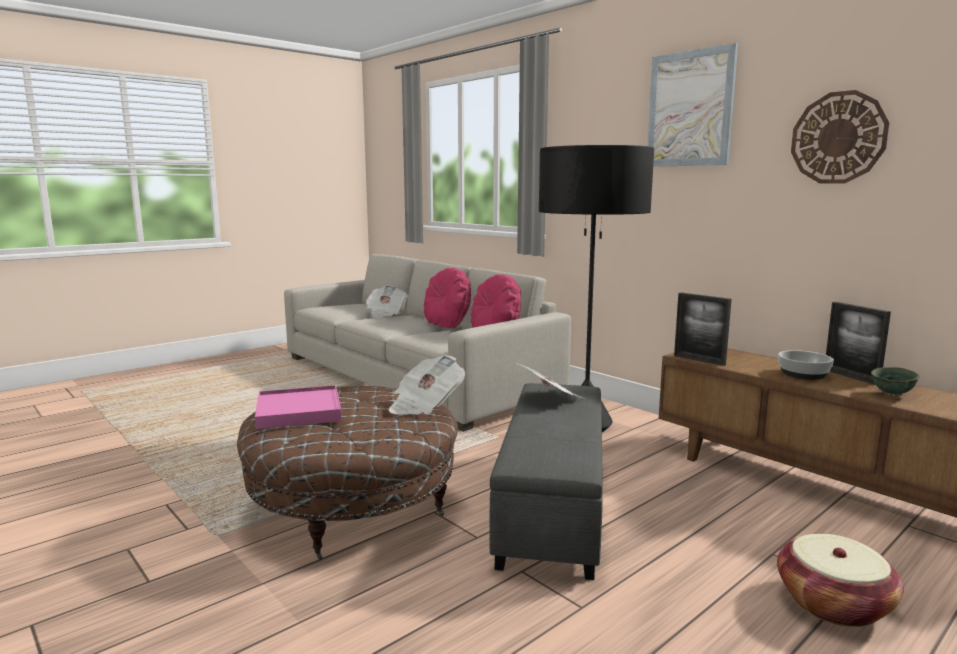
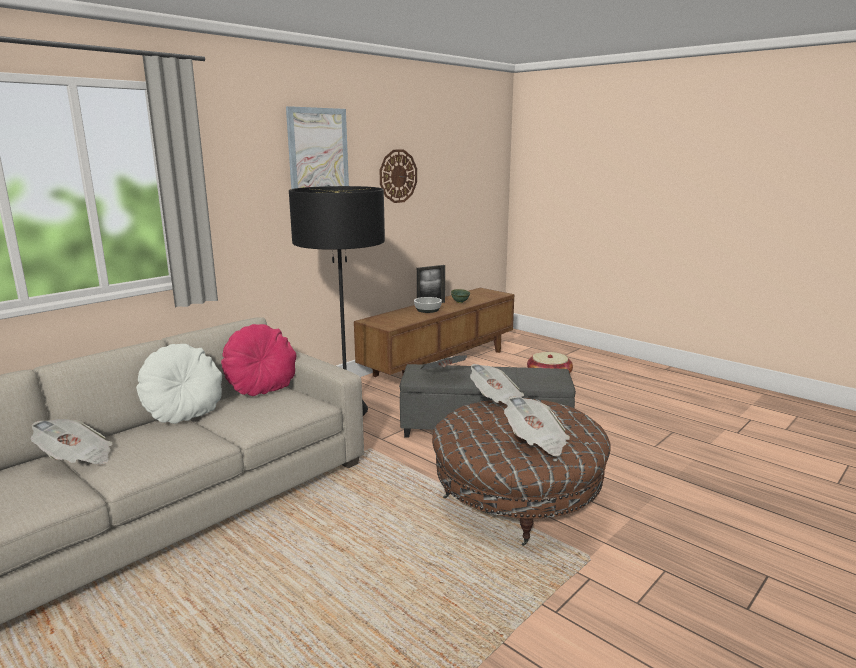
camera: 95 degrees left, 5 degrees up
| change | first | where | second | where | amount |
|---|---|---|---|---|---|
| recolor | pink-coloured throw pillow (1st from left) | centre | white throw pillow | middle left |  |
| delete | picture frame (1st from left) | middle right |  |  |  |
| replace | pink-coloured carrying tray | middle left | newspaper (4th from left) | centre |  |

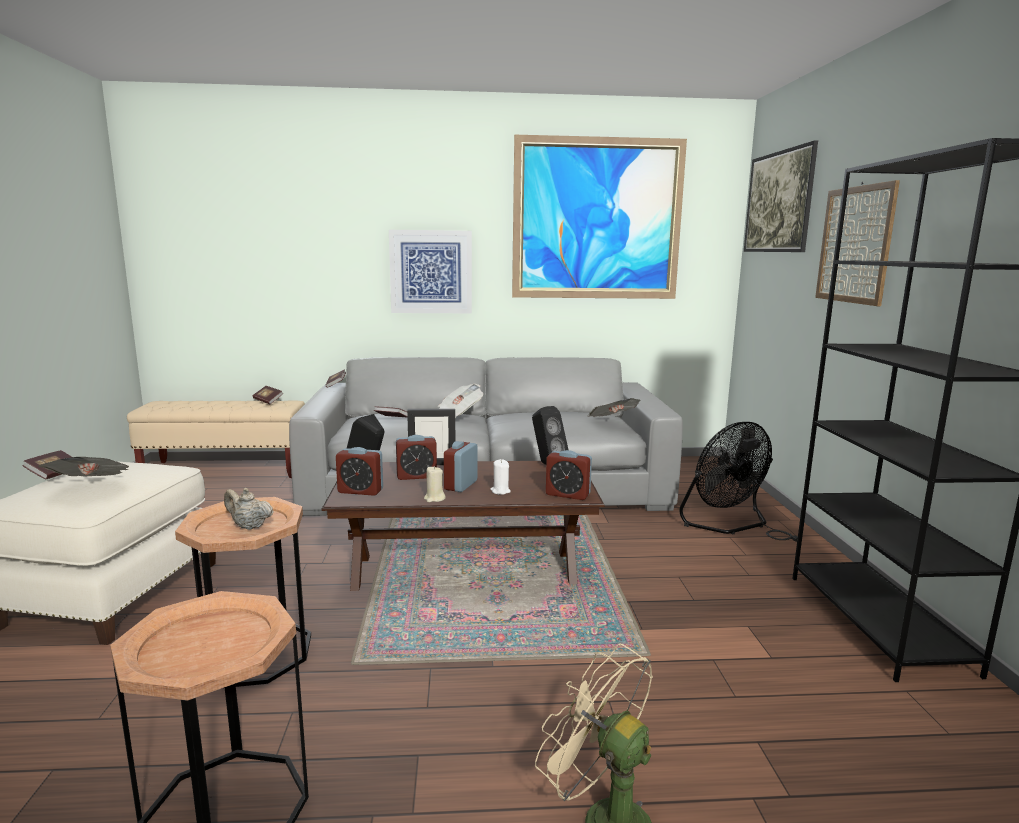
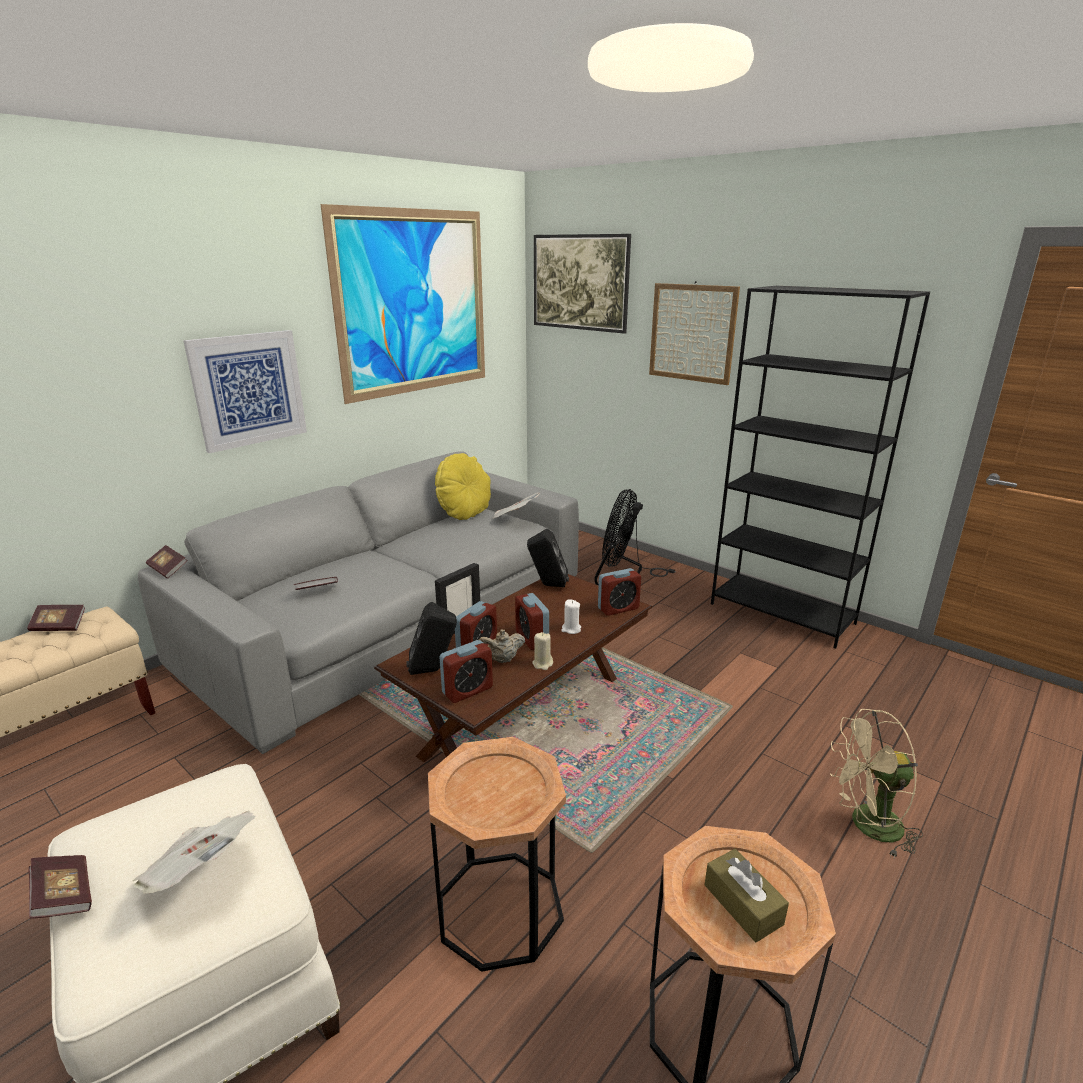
camera: 45 degrees left, 10 degrees up
| change | first | where | second | where | amount |
|---|---|---|---|---|---|
| delete | newspaper (2nd from left) | centre |  |  |  |
| move | beige-coloured teapot | middle left |  | centre |  |
| insert |  |  | yellow-coloured throw pillow | centre |  |
| insert |  |  | brown-coloured box of tissues | bottom right |  |

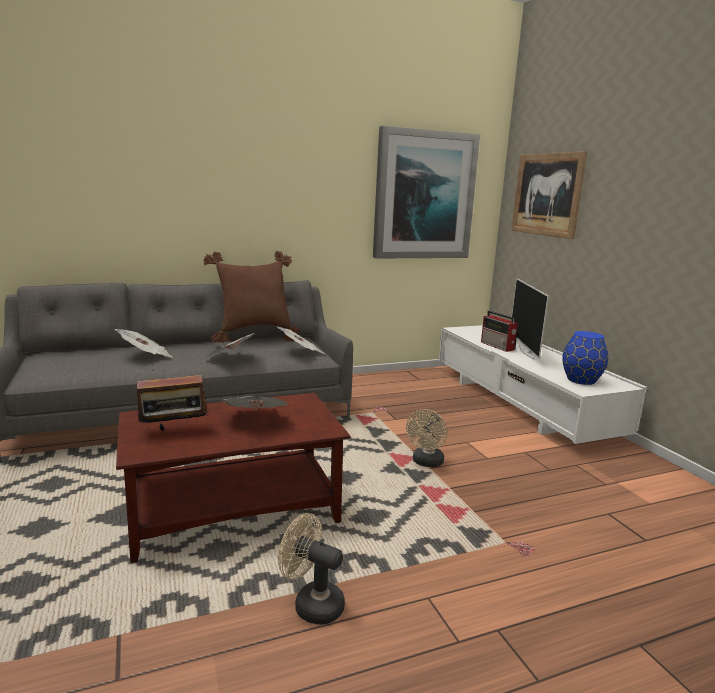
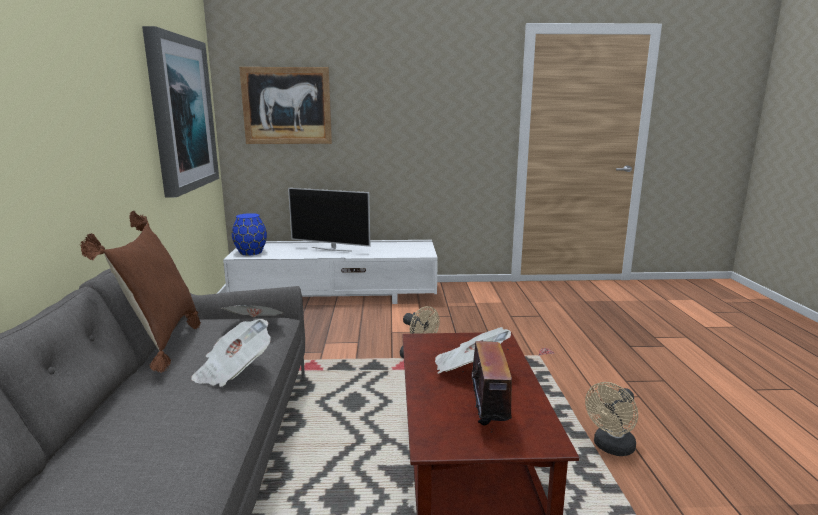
camera: 70 degrees left, 0 degrees up
| change | first | where | second | where | amount |
|---|---|---|---|---|---|
| delete | radio receiver (2nd from left) | middle right |  |  |  |
| delete | newspaper (1st from left) | middle left |  |  |  |
| move | bluish flower vase | middle right |  | middle left |  |

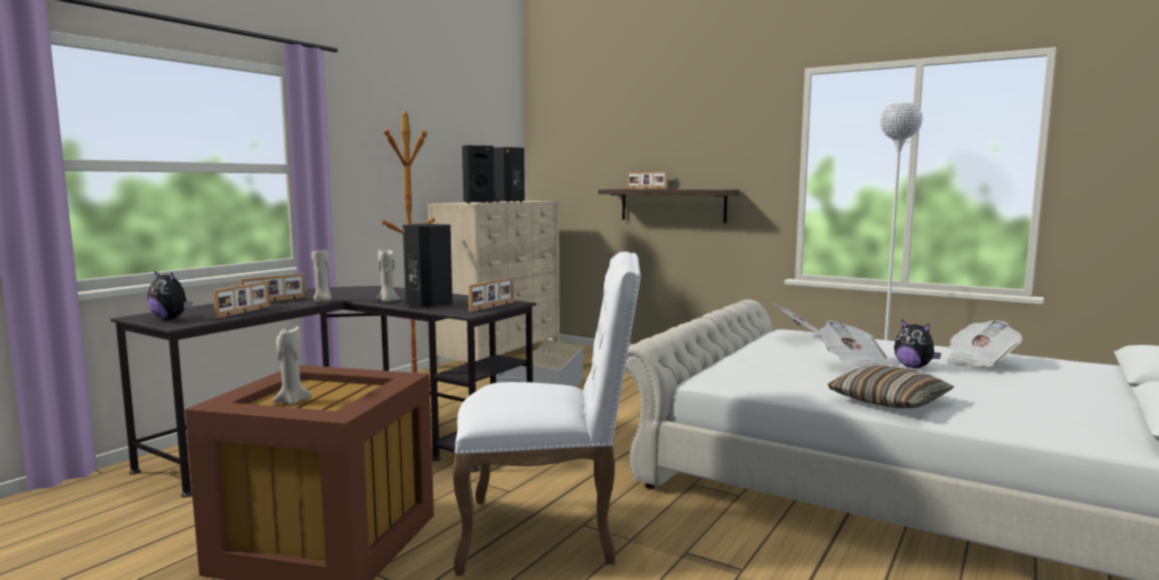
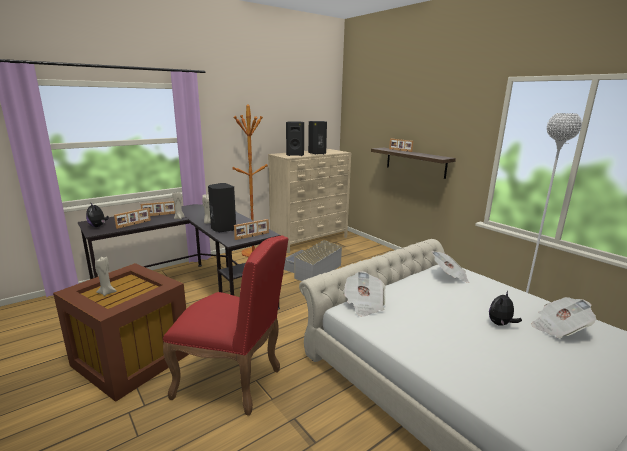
camera: 20 degrees right, 10 degrees up
| change | first | where | second | where | amount |
|---|---|---|---|---|---|
| recolor | white upright chair | bottom centre | red upright chair | bottom centre |  |
| rotate | plush toy (2nd from left) | middle right |  | bottom right | 60 degrees clockwise |
| move | newspaper (2nd from left in the first image) | middle right | newspaper (1st from left) | centre |  |
| delete | throw pillow | middle right |  |  |  |

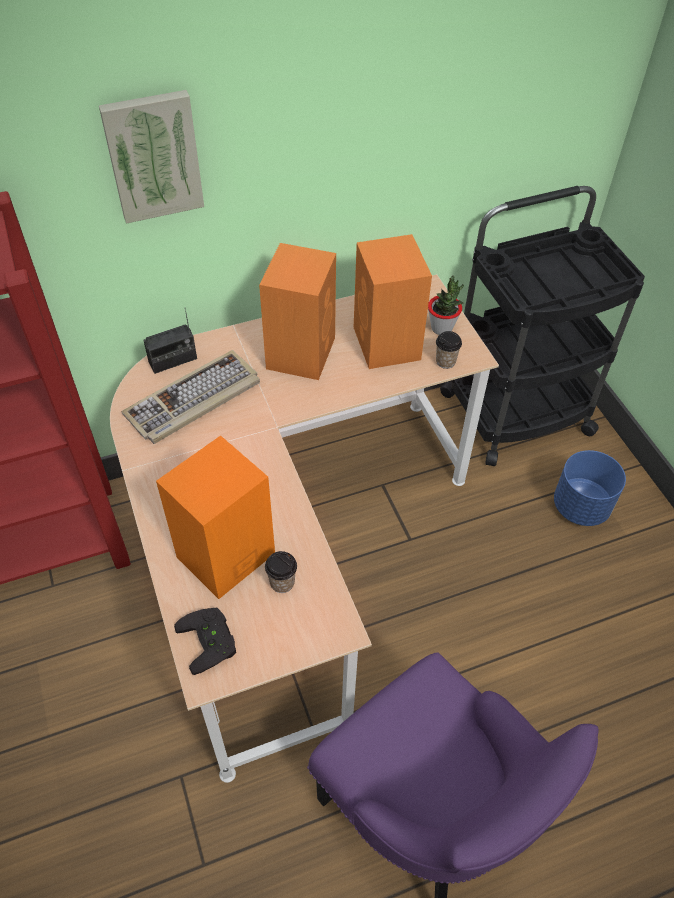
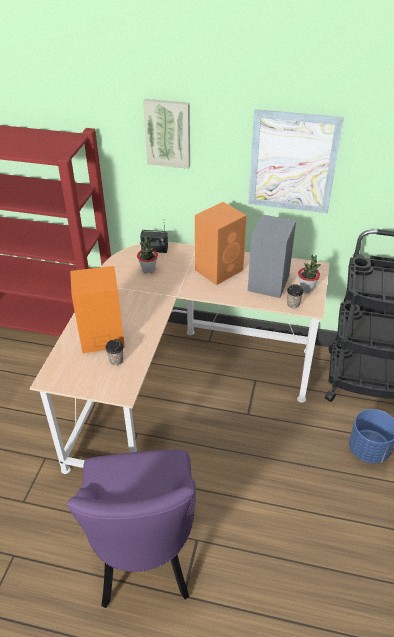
camera: 35 degrees right, 10 degrees down
| change | first | where | second | where | amount |
|---|---|---|---|---|---|
| recolor | orange-coloured audio speaker (3rd from left) | centre | greyish audio speaker | middle right |  |
| replace | computer keyboard | middle left | houseplant (1st from left) | centre |  |
| delete | black-coloured joypad | bottom left |  |  |  |
| insert |  |  | wall art (2nd from left) | top right |  |

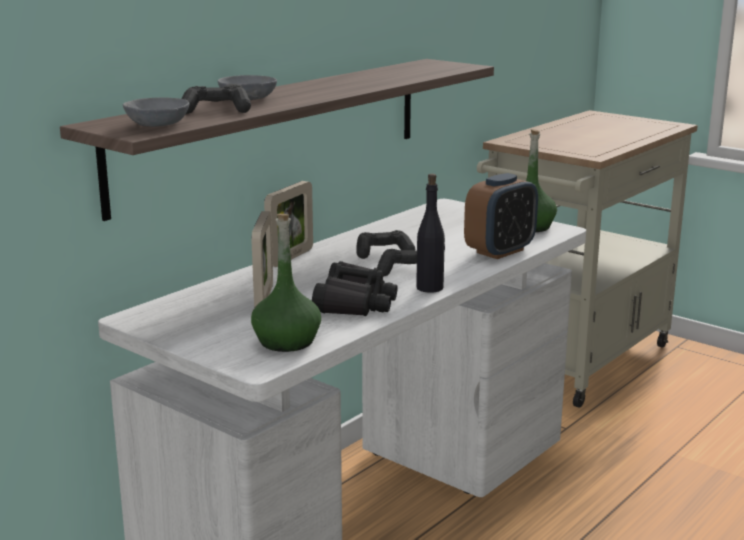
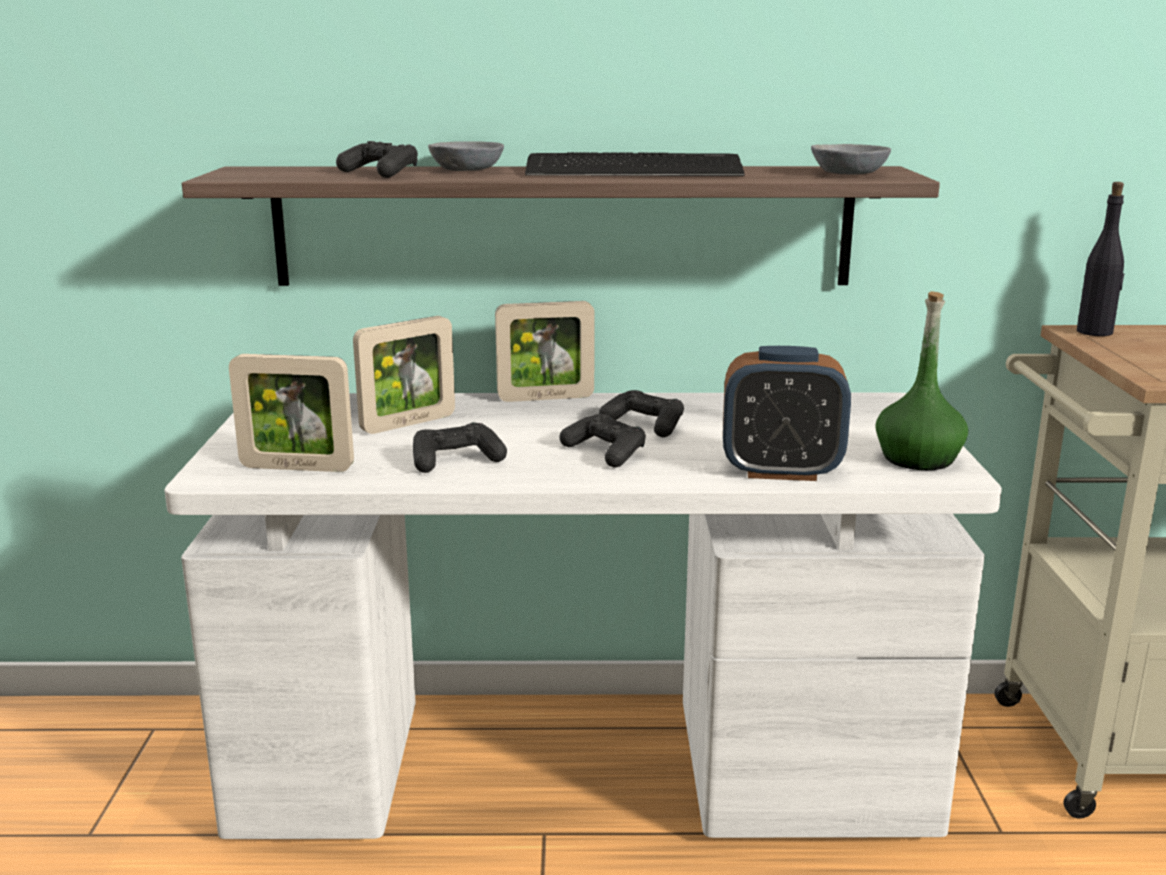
camera: 50 degrees right, 0 degrees up
| change | first | where | second | where | amount |
|---|---|---|---|---|---|
| move | greyish deep dish (1st from left in the first image) | top left | greyish deep dish (2nd from left) | top right |  |
| move | black-coloured beverage bottle | centre |  | top right |  |
| replace | greenish beverage bottle (1st from left) | centre | picture frame (1st from left) | middle left |  |
| replace | black-coloured pair of binoculars | centre | black-coloured joypad (2nd from left) | centre |  |
| insert |  |  | computer keyboard | top centre |  |

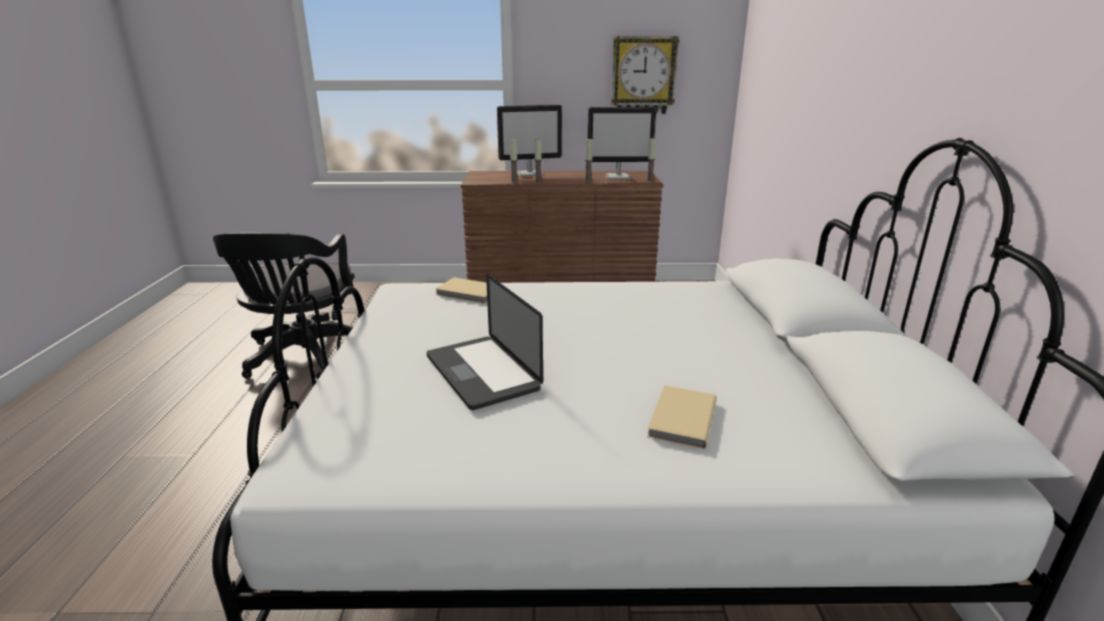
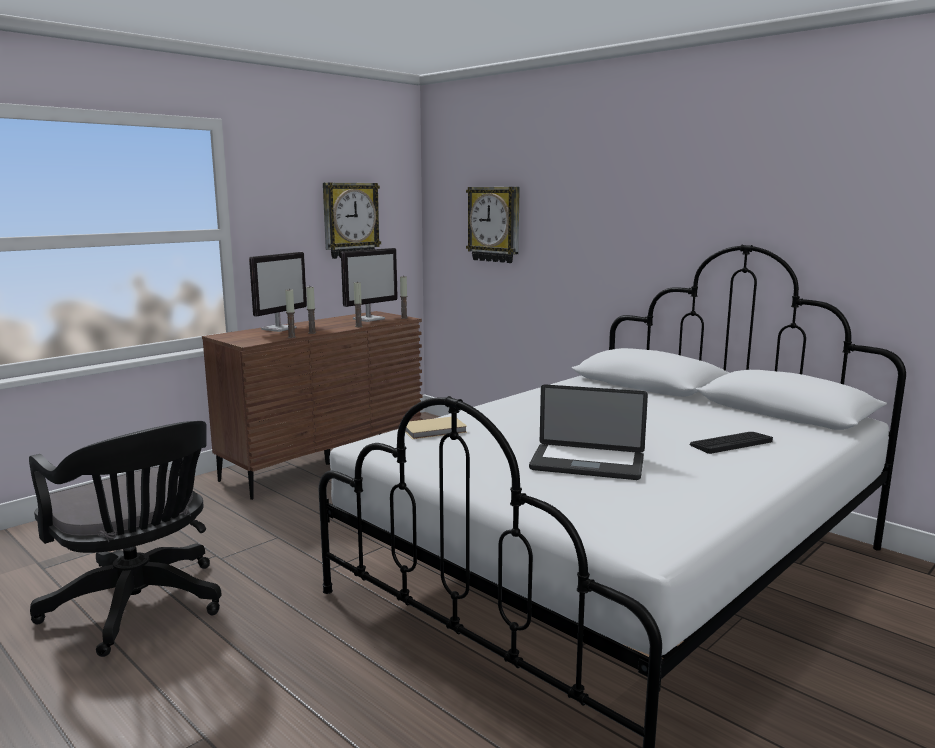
camera: 45 degrees left, 10 degrees down
| change | first | where | second | where | amount |
|---|---|---|---|---|---|
| replace | beige-coloured book (2nd from left) | bottom centre | computer keyboard | middle right |  |
| insert |  |  | wall clock (2nd from left) | top centre |  |

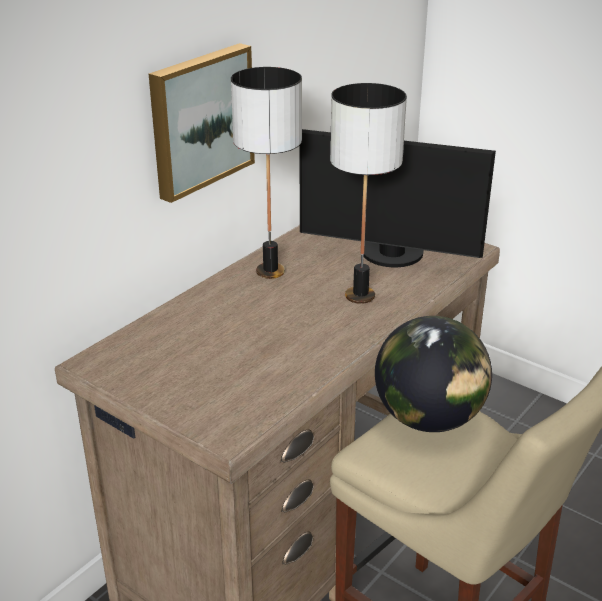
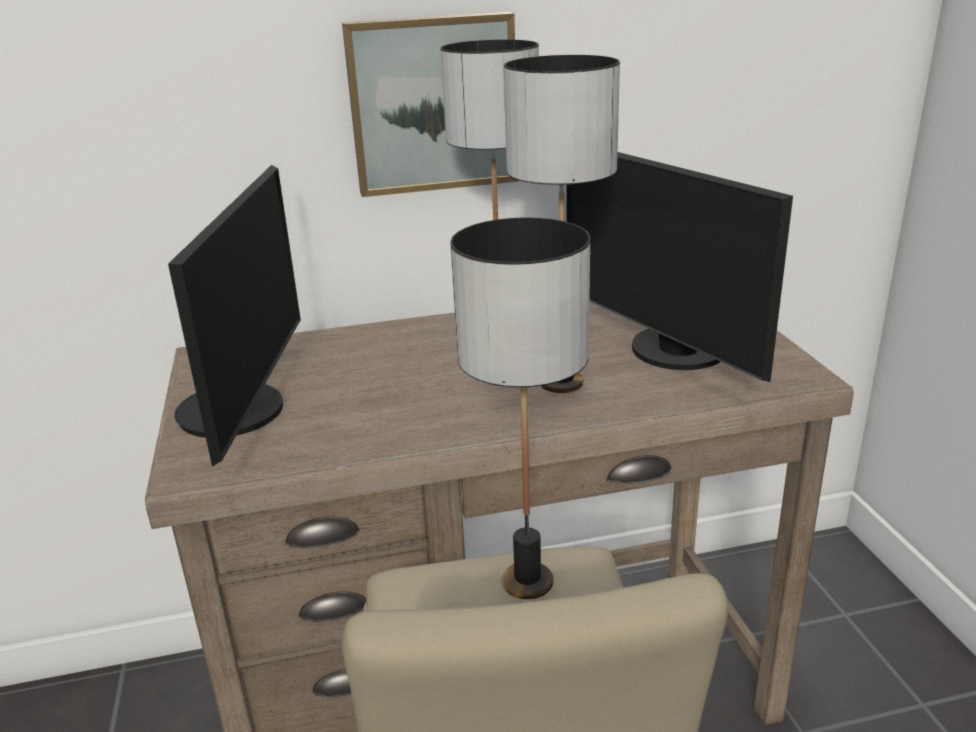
camera: 40 degrees right, 5 degrees down
| change | first | where | second | where | amount |
|---|---|---|---|---|---|
| replace | world globe | middle right | tabletop lamp (2nd from left) | centre |  |
| insert |  |  | computer screen (1st from left) | middle left |  |

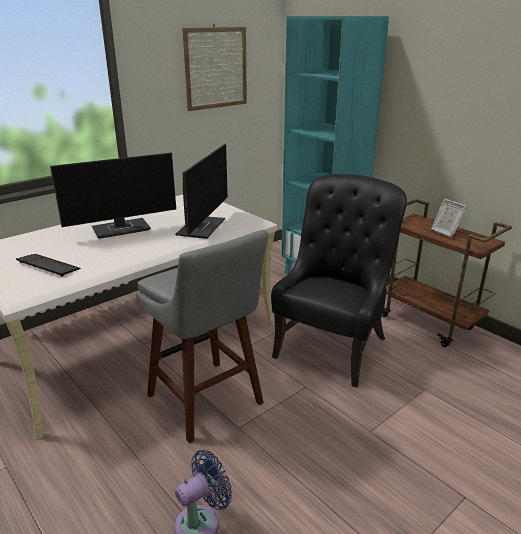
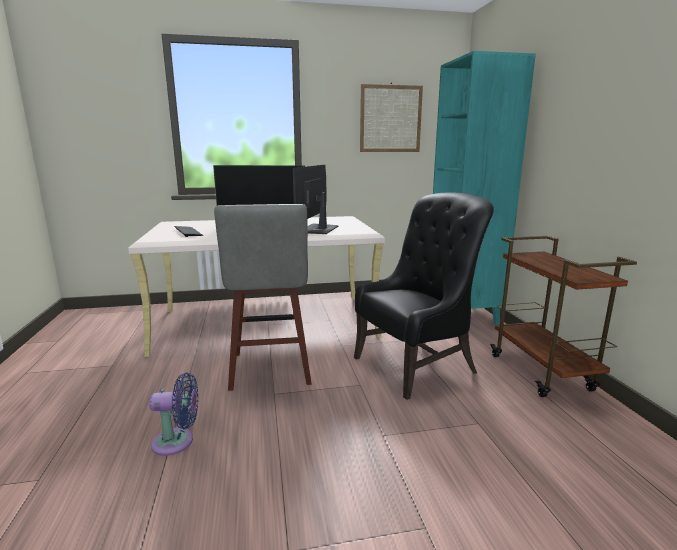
camera: 30 degrees right, 10 degrees down
| change | first | where | second | where | amount |
|---|---|---|---|---|---|
| rotate | computer screen (2nd from left) | centre |  | centre | 150 degrees clockwise |
| delete | picture frame | middle right |  |  |  |

